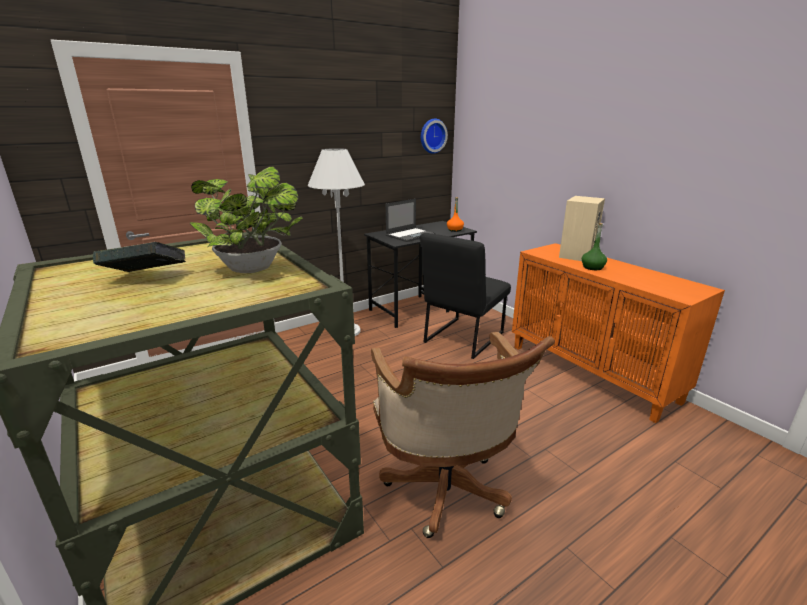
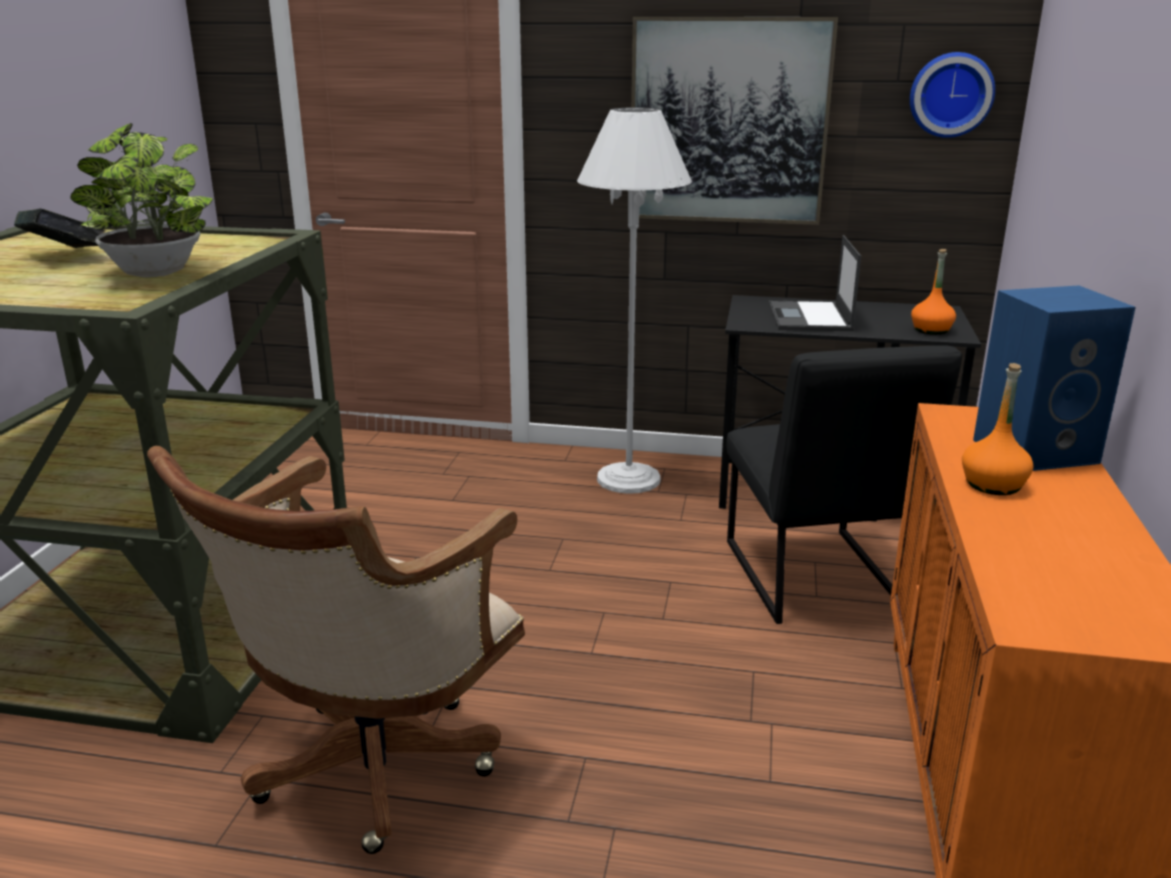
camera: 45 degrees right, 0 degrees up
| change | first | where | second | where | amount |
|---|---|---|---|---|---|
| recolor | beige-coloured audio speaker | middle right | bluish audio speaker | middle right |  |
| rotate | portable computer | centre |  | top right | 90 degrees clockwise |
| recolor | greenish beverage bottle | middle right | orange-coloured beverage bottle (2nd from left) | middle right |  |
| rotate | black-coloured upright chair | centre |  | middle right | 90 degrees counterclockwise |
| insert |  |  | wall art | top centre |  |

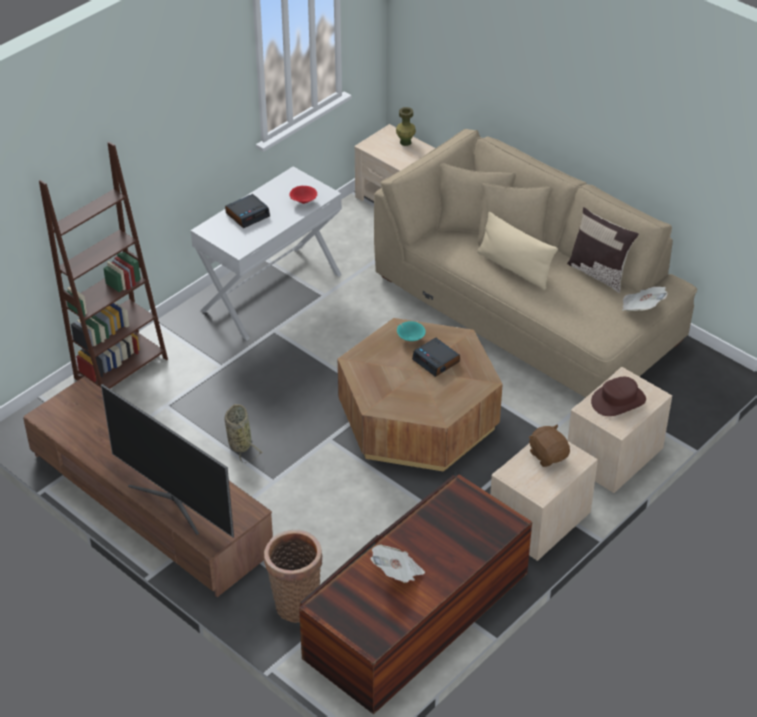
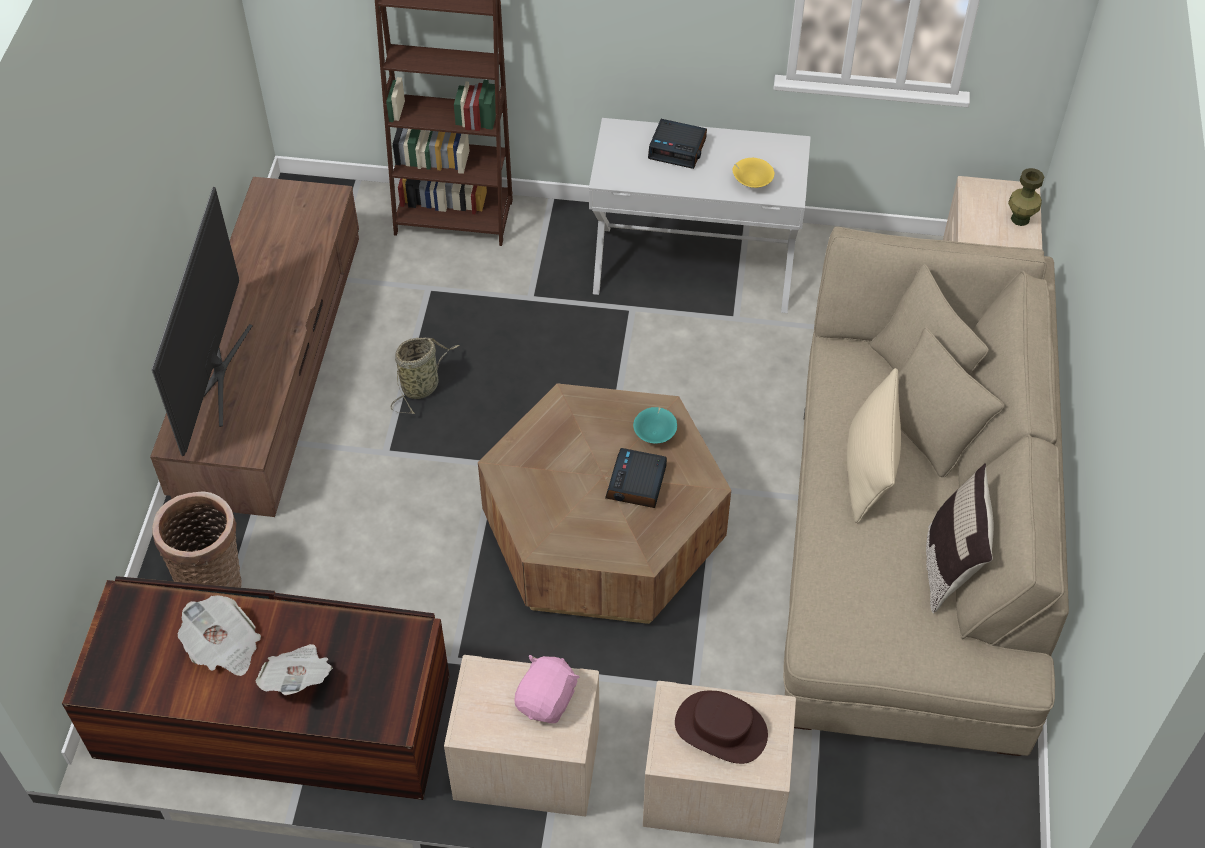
camera: 55 degrees right, 10 degrees up
| change | first | where | second | where | amount |
|---|---|---|---|---|---|
| recolor | red deep dish | top centre | yellow-coloured deep dish | top centre |  |
| move | newspaper (2nd from left) | middle right |  | bottom left |  |
| recolor | brown-coloured plush toy | middle right | pink-coloured plush toy | bottom centre |  |

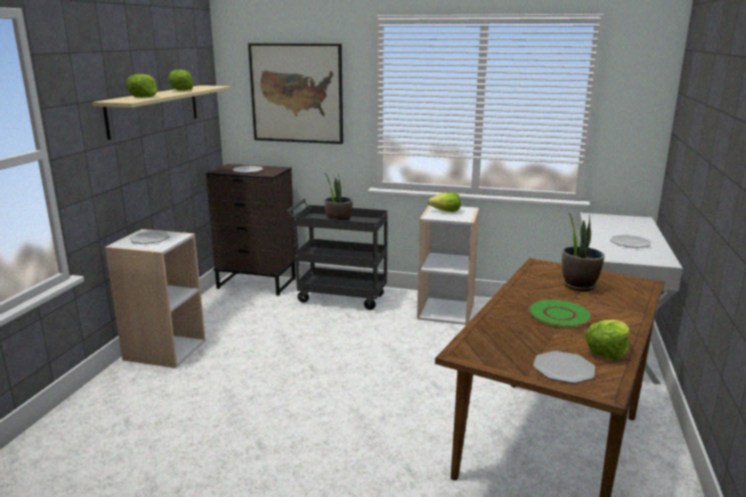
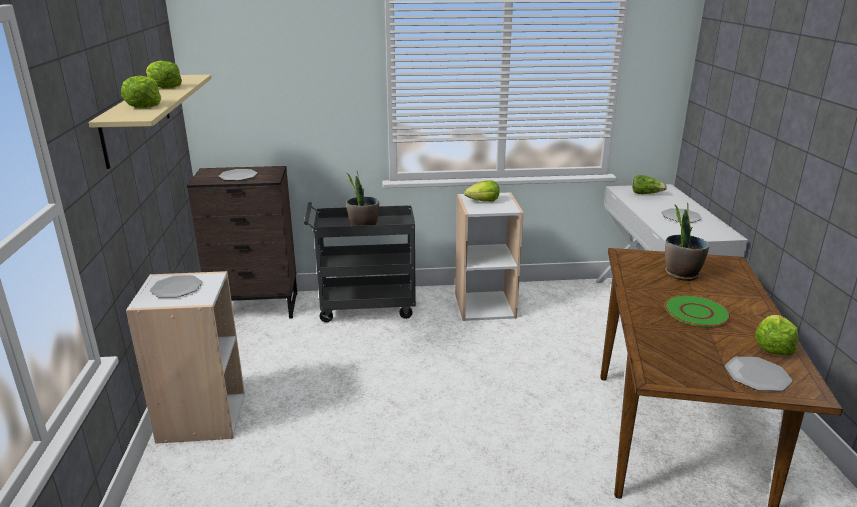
camera: 20 degrees left, 5 degrees up
| change | first | where | second | where | amount |
|---|---|---|---|---|---|
| delete | wall art | top centre |  |  |  |
| insert |  |  | head of lettuce (4th from left) | middle right |  |

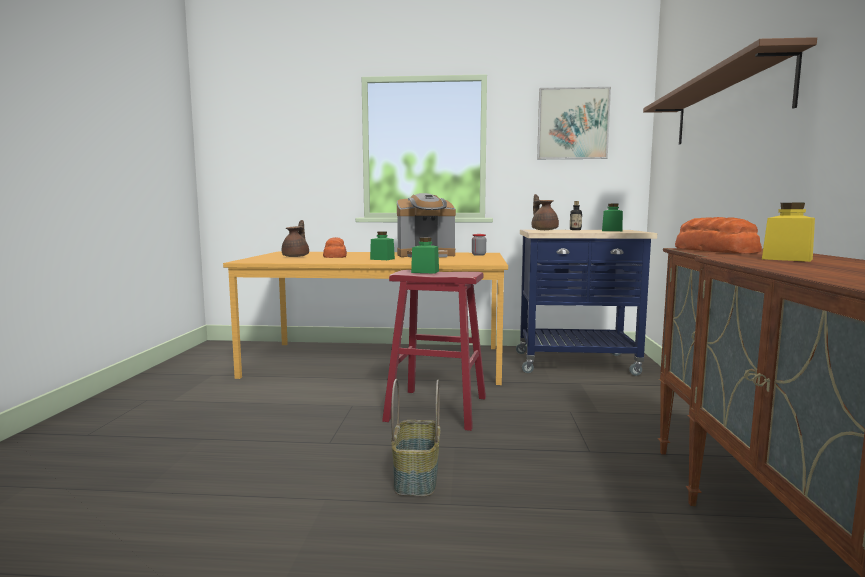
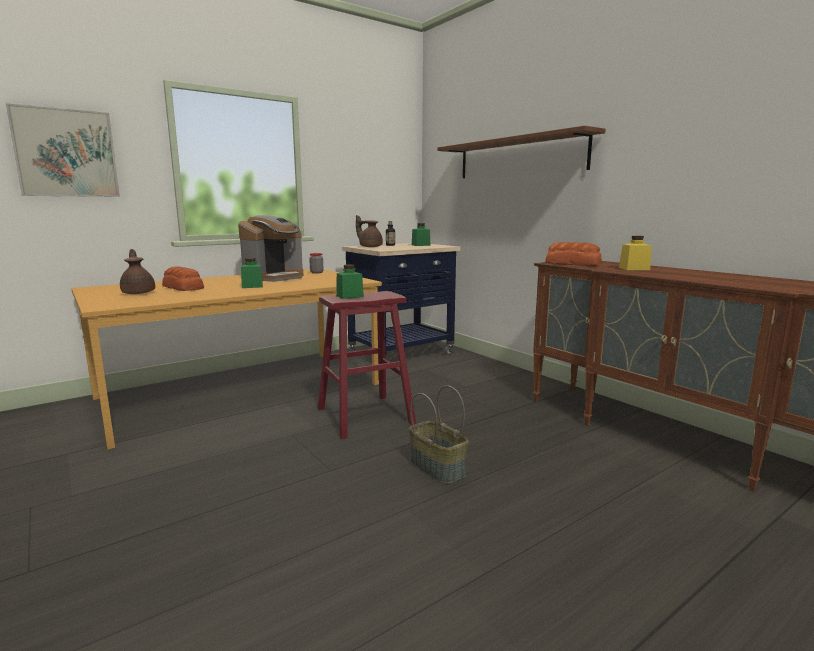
camera: 40 degrees left, 5 degrees up
| change | first | where | second | where | amount |
|---|---|---|---|---|---|
| move | wall art | top centre |  | top left |  |

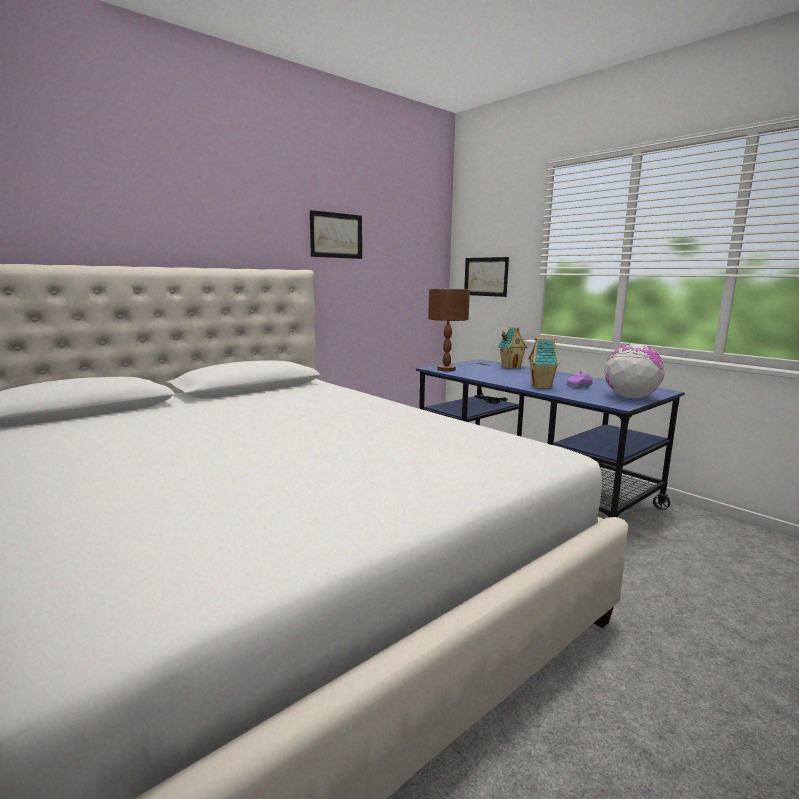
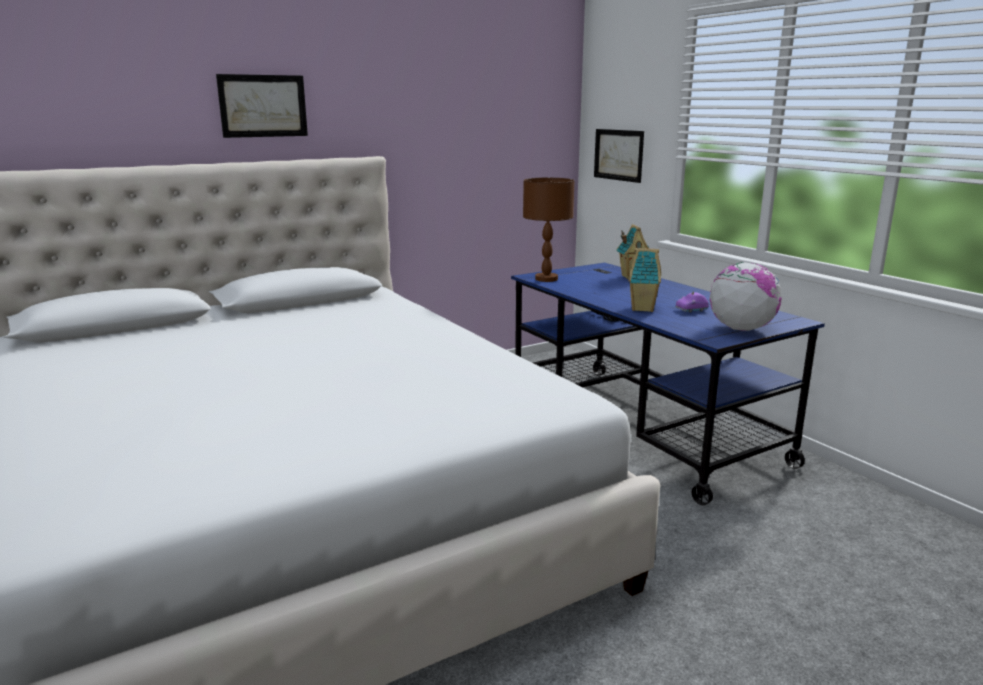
camera: 10 degrees right, 5 degrees up
| change | first | where | second | where | amount |
|---|---|---|---|---|---|
| move | wall art (1st from left) | top centre |  | top left |  |

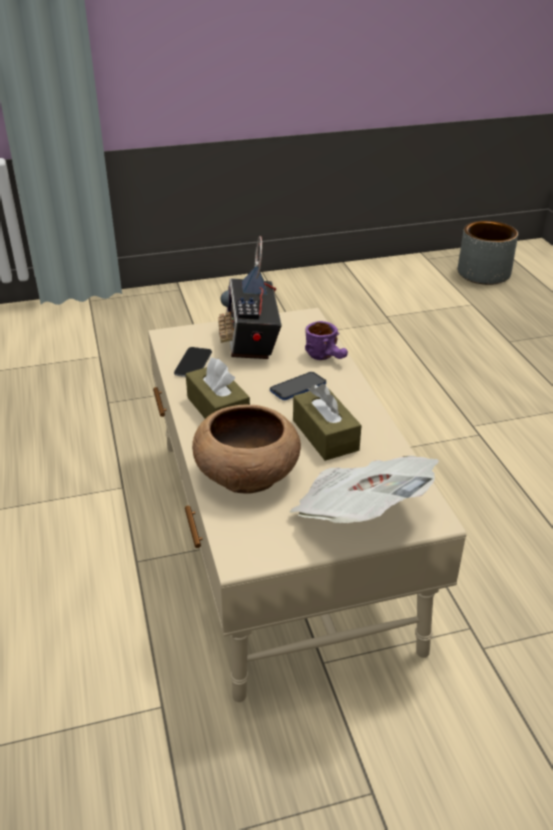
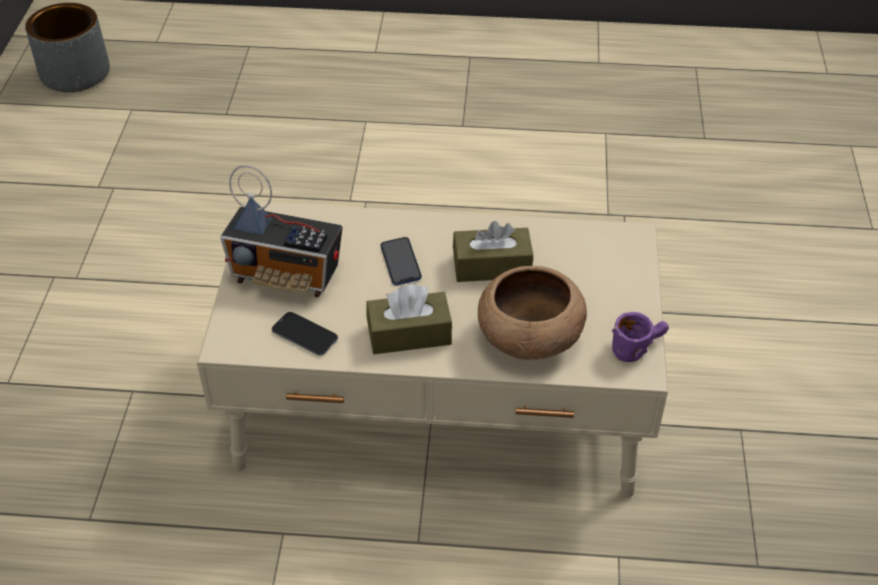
camera: 70 degrees left, 10 degrees up
| change | first | where | second | where | amount |
|---|---|---|---|---|---|
| move | purplish mug | centre |  | middle right |  |
| delete | newspaper | centre |  |  |  |

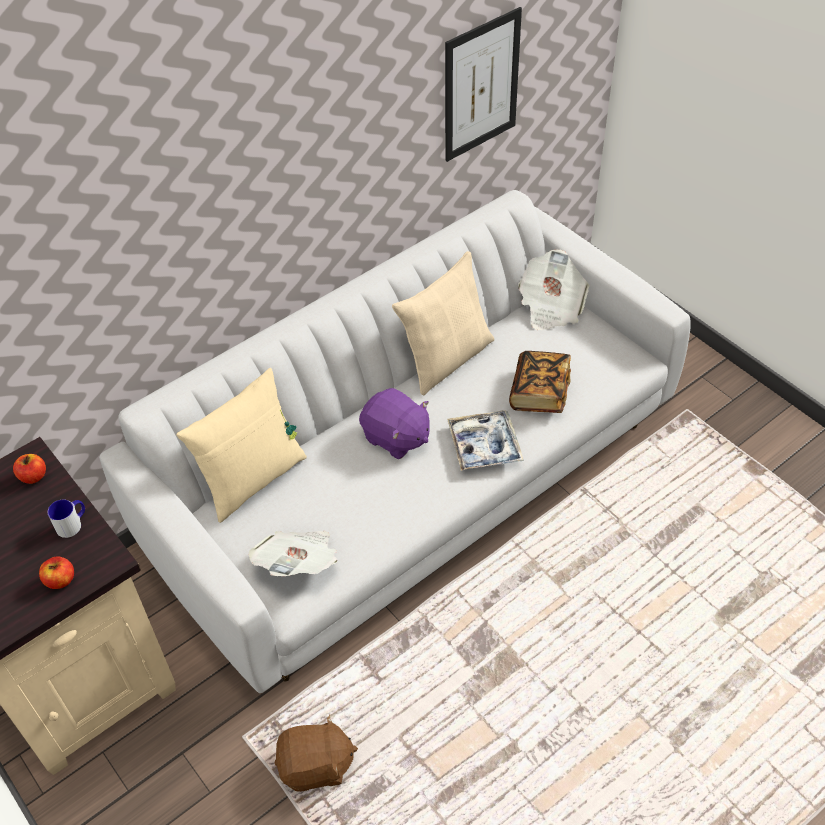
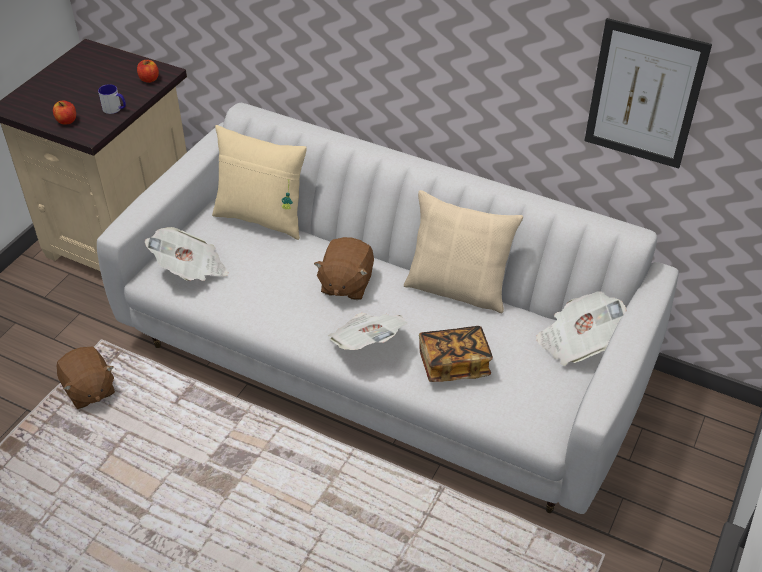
camera: 65 degrees right, 5 degrees down
| change | first | where | second | where | amount |
|---|---|---|---|---|---|
| recolor | purplish plush toy | centre | brown-coloured plush toy (2nd from left) | centre |  |
| replace | carrying tray | centre | newspaper (2nd from left) | centre |  |

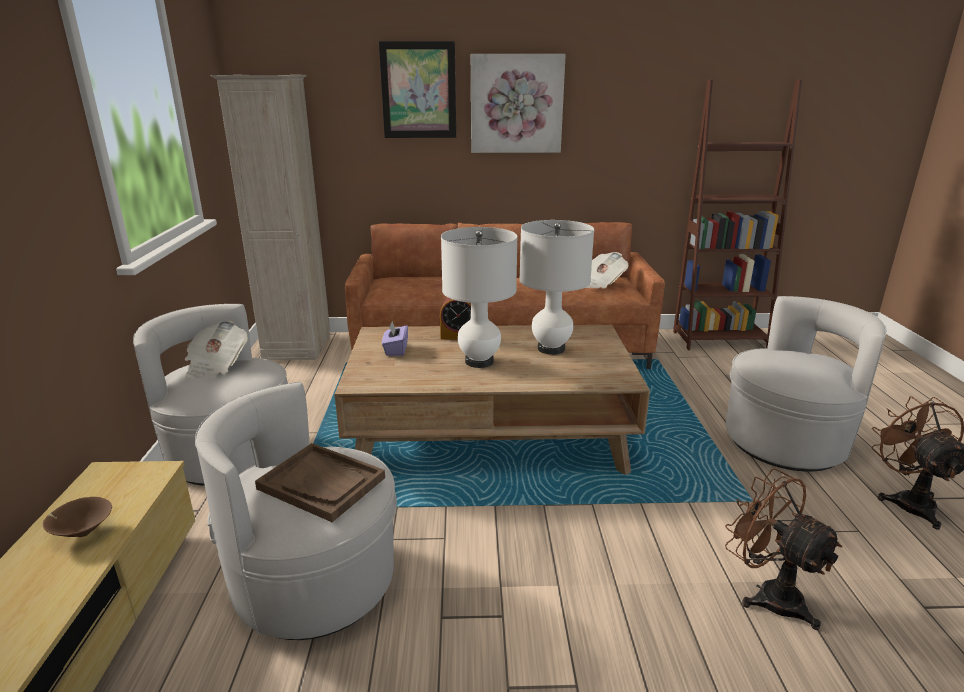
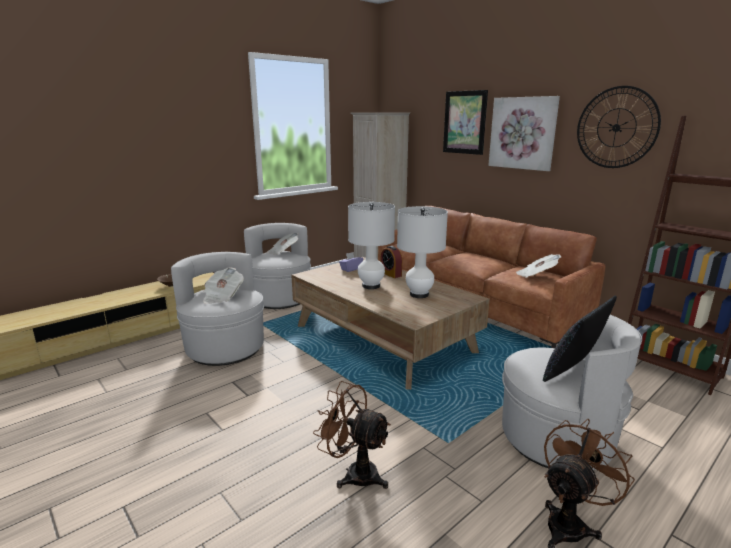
camera: 50 degrees right, 5 degrees down
| change | first | where | second | where | amount |
|---|---|---|---|---|---|
| replace | brown-coloured carrying tray | bottom left | newspaper (1st from left) | middle left |  |
| rotate | brown-coloured electric fan (1st from left) | bottom right |  | bottom centre | 75 degrees counterclockwise |
| insert |  |  | wall clock | top right |  |
| insert |  |  | black-coloured throw pillow | middle right |  |

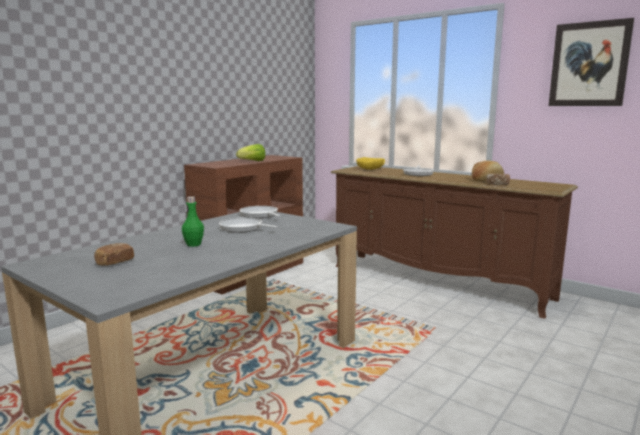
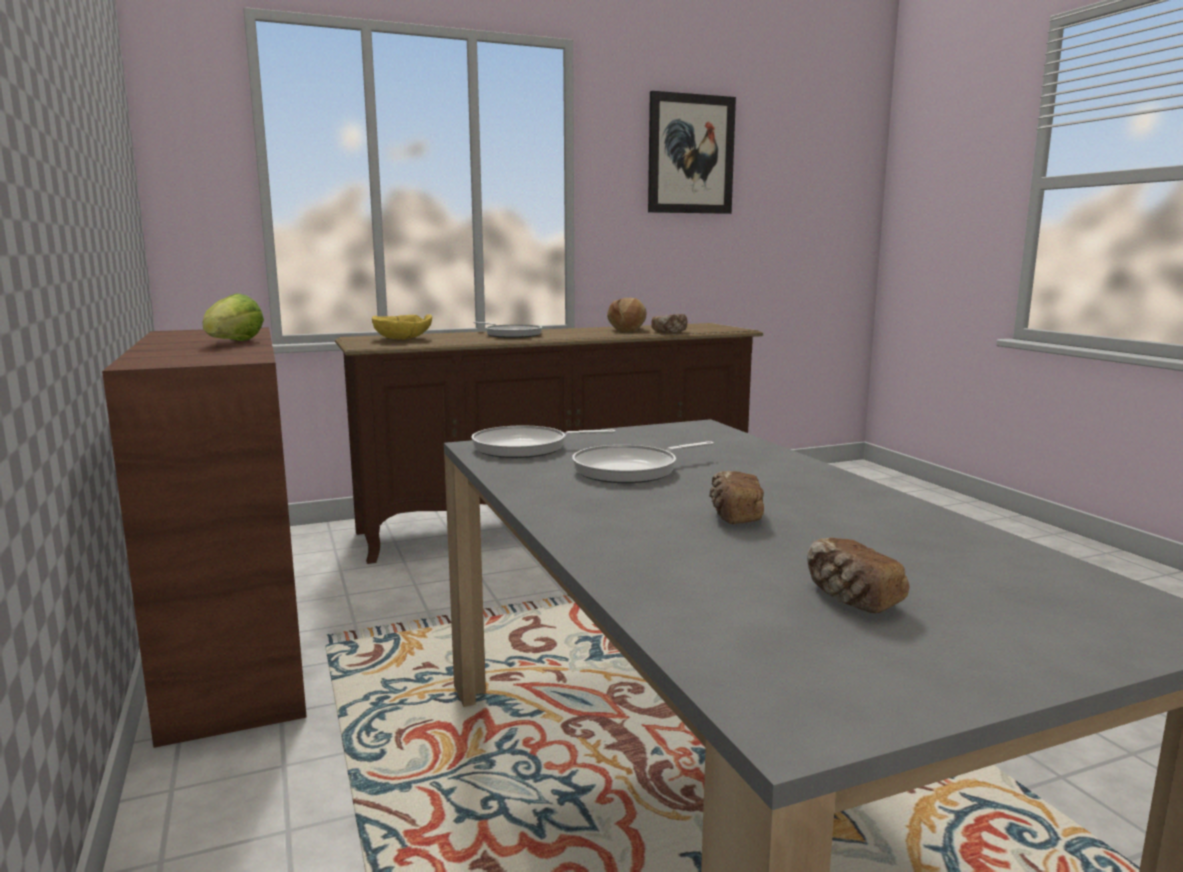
camera: 60 degrees left, 0 degrees up
| change | first | where | second | where | amount |
|---|---|---|---|---|---|
| replace | greenish beverage bottle | middle left | bakery bread (3rd from left) | centre |  |

